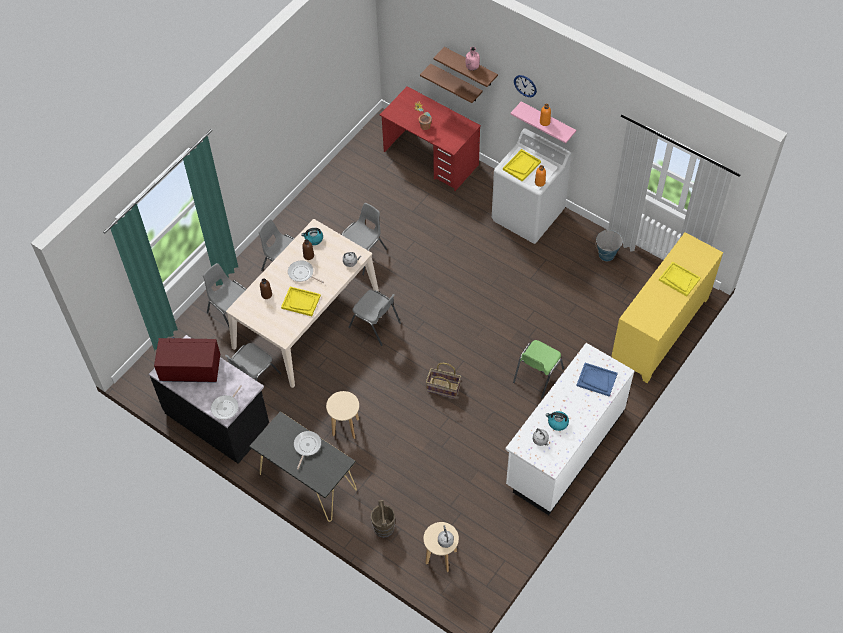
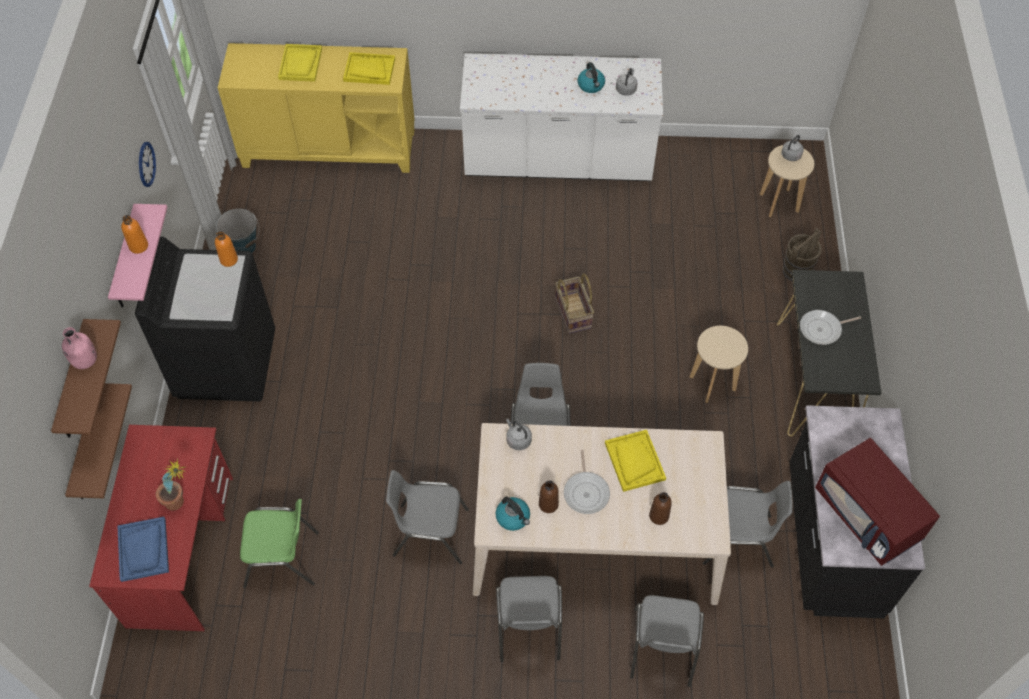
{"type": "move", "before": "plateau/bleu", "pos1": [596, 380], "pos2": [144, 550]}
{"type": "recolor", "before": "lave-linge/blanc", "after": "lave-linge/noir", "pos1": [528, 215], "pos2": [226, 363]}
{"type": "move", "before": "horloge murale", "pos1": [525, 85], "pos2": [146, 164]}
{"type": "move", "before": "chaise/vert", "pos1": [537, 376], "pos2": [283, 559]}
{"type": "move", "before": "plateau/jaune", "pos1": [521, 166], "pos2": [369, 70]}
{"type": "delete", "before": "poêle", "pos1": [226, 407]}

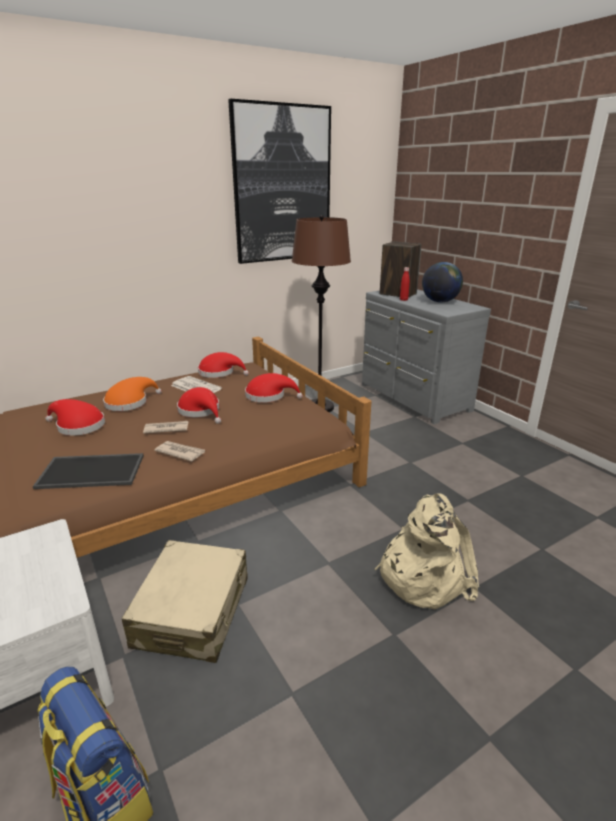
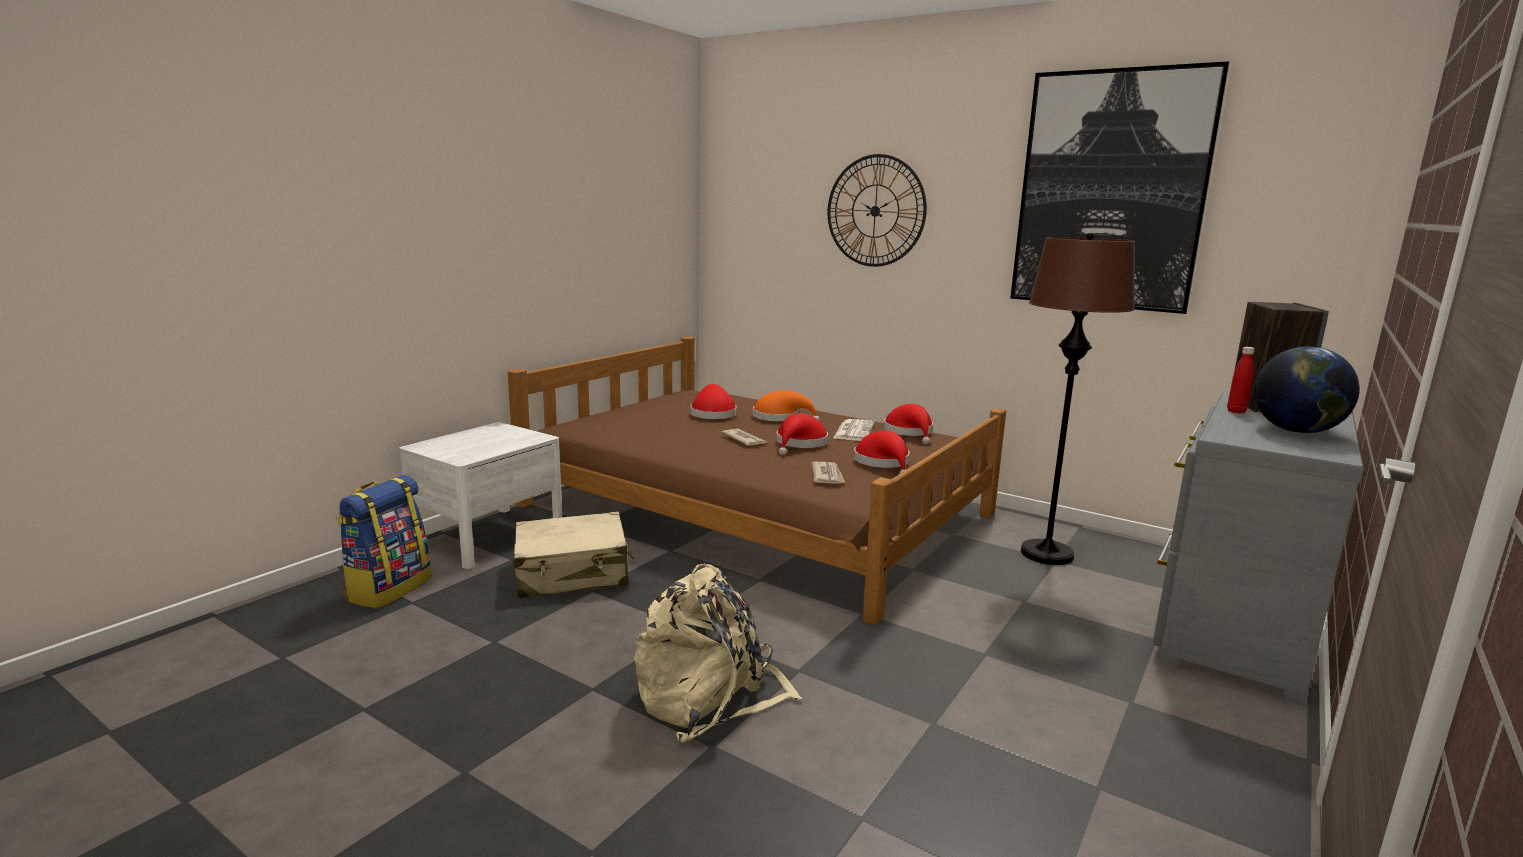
{"type": "move", "before": "journal", "pos1": [180, 452], "pos2": [827, 476]}
{"type": "insert", "after": "horloge murale", "pos2": [875, 211]}
{"type": "delete", "before": "plateau", "pos1": [93, 470]}

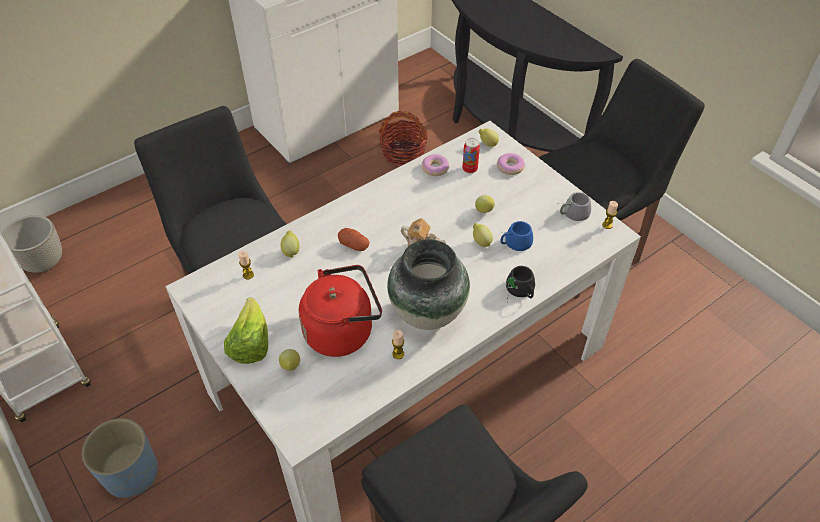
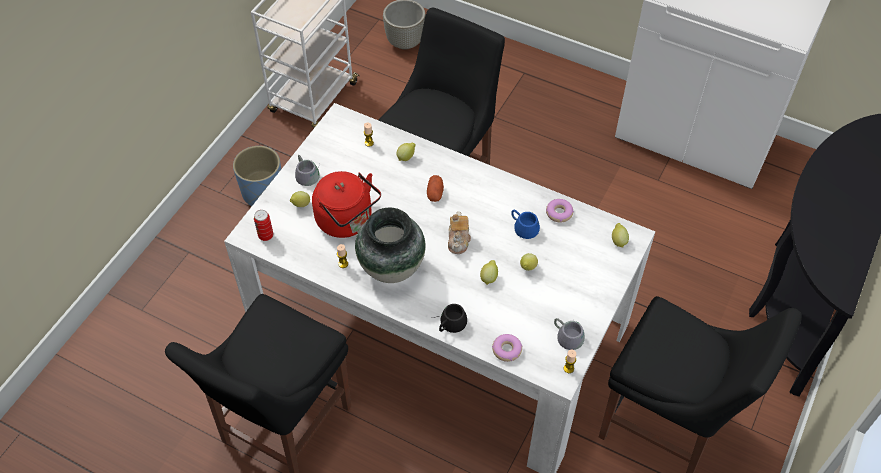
{"type": "move", "before": "boîte métallique", "pos1": [469, 169], "pos2": [266, 236]}
{"type": "replace", "before": "laitue", "after": "mug/gris", "pos1": [251, 344], "pos2": [308, 174]}
{"type": "move", "before": "beignet", "pos1": [510, 167], "pos2": [507, 350]}
{"type": "move", "before": "mug/bleu", "pos1": [513, 241], "pos2": [525, 226]}
{"type": "delete", "before": "panier", "pos1": [403, 152]}

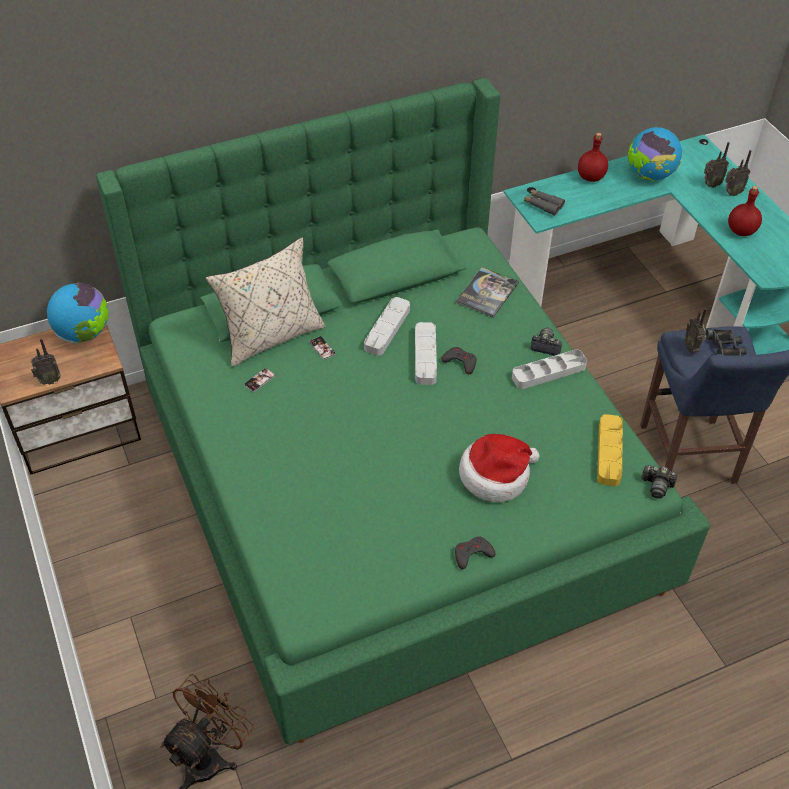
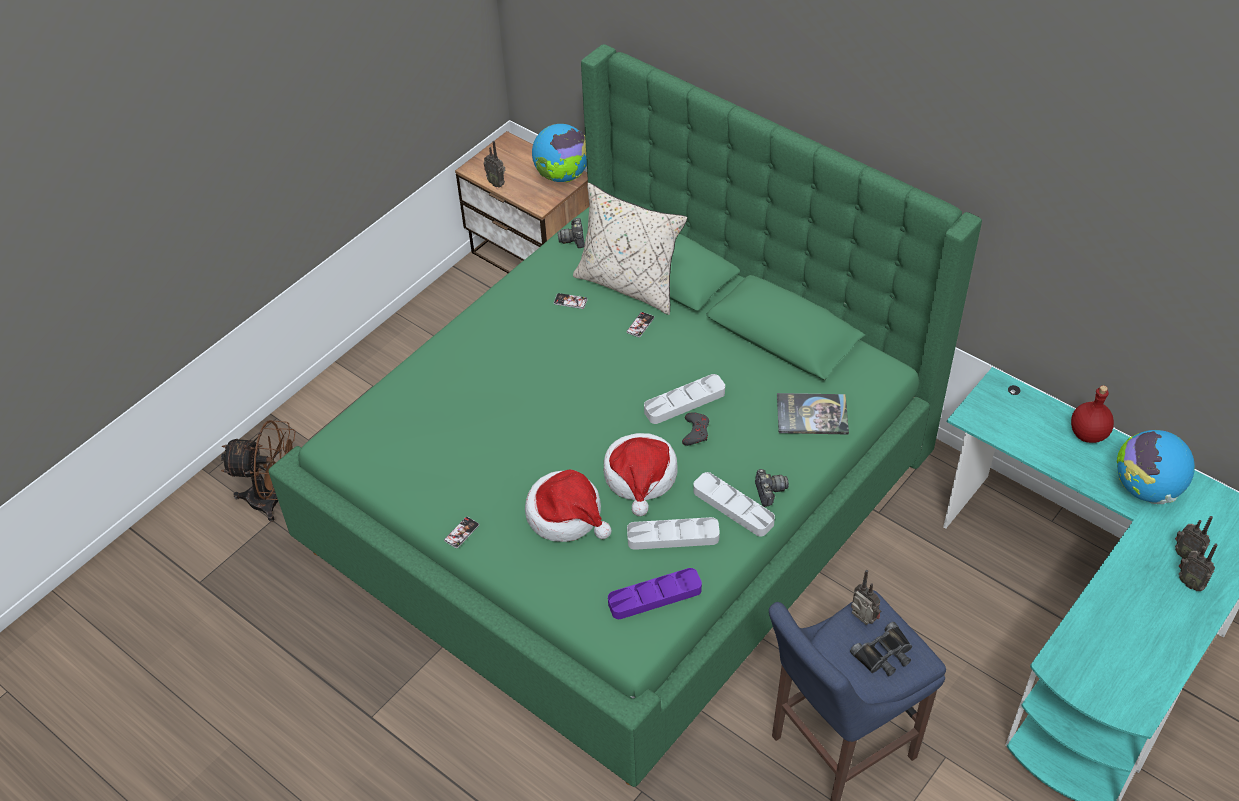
{"type": "replace", "before": "manette/gris", "after": "téléphone", "pos1": [472, 554], "pos2": [461, 533]}
{"type": "move", "before": "appareil photo", "pos1": [657, 486], "pos2": [573, 239]}
{"type": "insert", "after": "chapeau", "pos2": [640, 477]}
{"type": "recolor", "before": "plateau/jaune", "after": "plateau/violet", "pos1": [609, 452], "pos2": [655, 596]}
{"type": "move", "before": "plateau/gris", "pos1": [387, 329], "pos2": [673, 537]}
{"type": "rotate", "before": "radio", "pos1": [692, 347], "pos2": [862, 621], "turn": 90}
{"type": "delete", "before": "jumelles/gris", "pos1": [543, 205]}
{"type": "delete", "before": "bouteille/rouge", "pos1": [741, 230]}

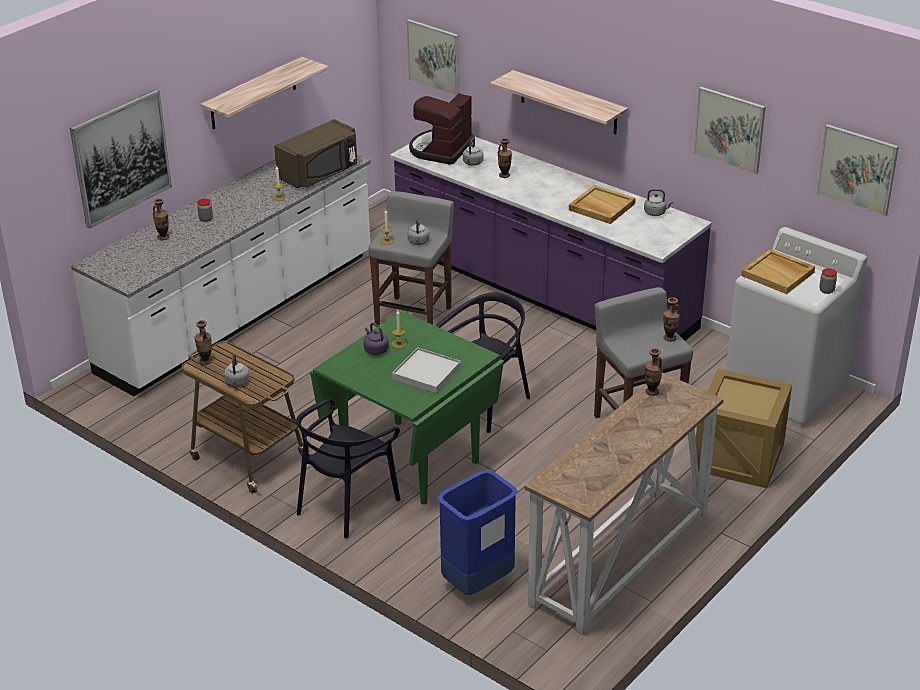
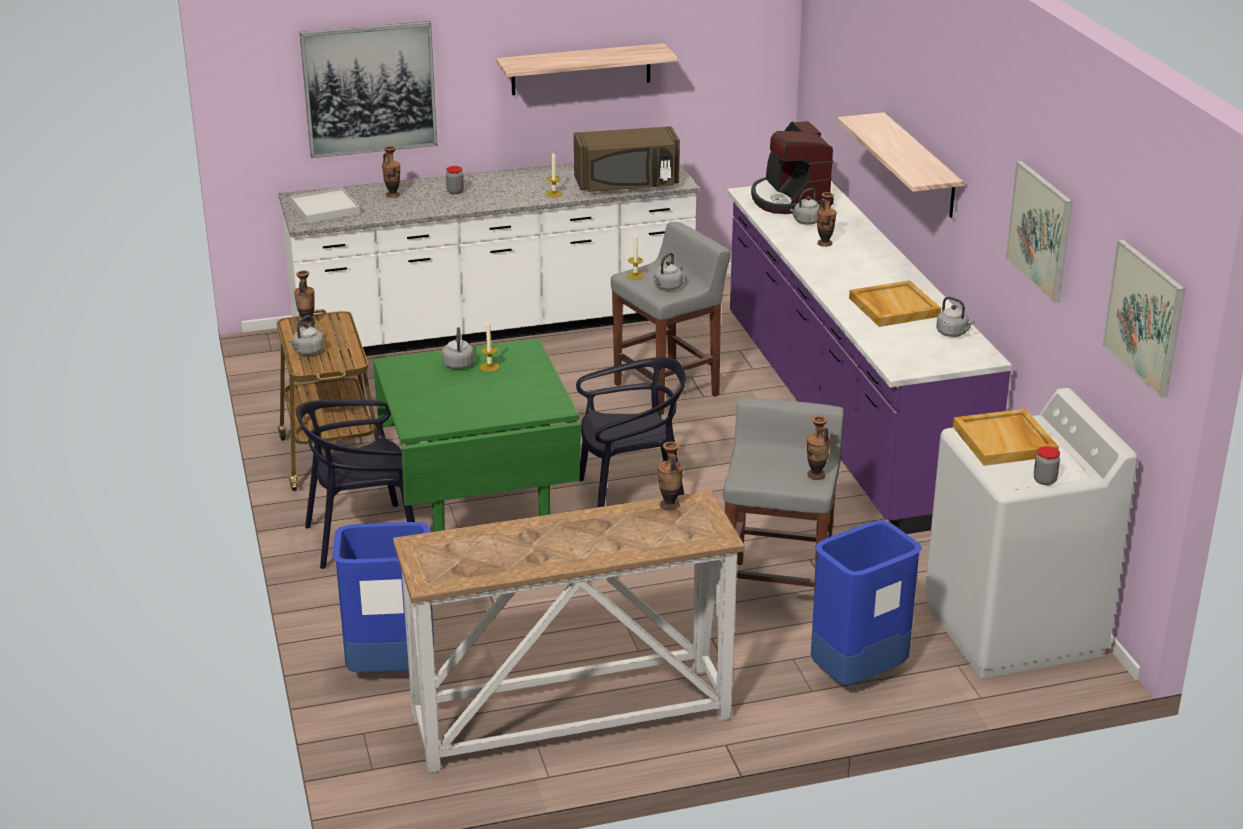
{"type": "move", "before": "plateau/blanc", "pos1": [426, 373], "pos2": [325, 209]}
{"type": "recolor", "before": "bouilloire/violet", "after": "bouilloire/gris", "pos1": [375, 350], "pos2": [458, 364]}
{"type": "rotate", "before": "machine à café", "pos1": [441, 149], "pos2": [790, 199], "turn": -75}
{"type": "replace", "before": "caisse", "after": "poubelle/bleu", "pos1": [739, 456], "pos2": [857, 674]}
{"type": "delete", "before": "tableau", "pos1": [434, 57]}

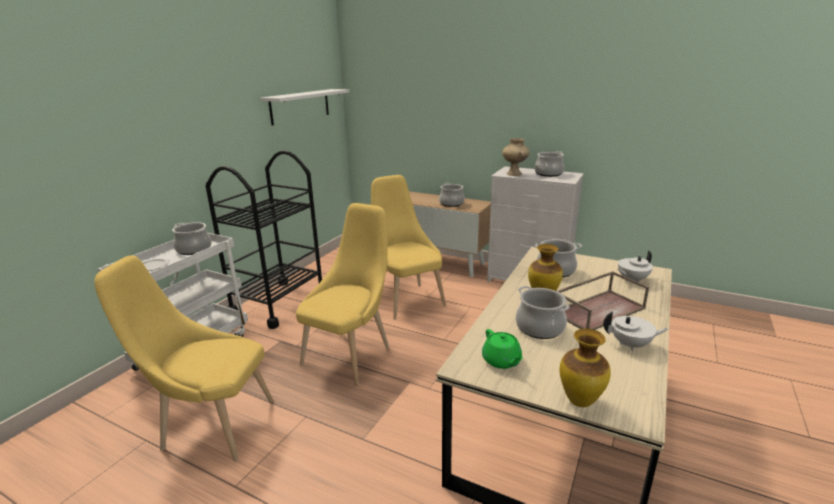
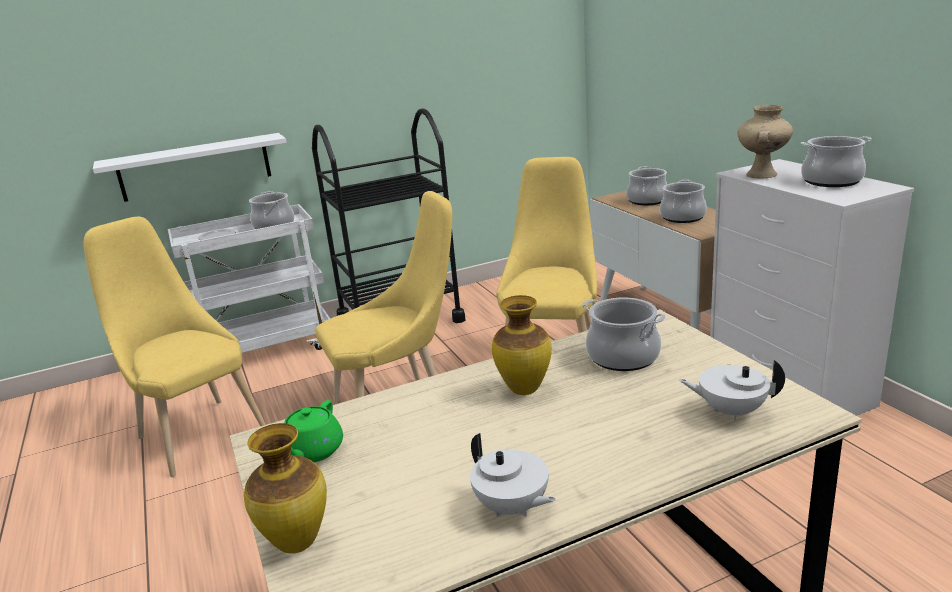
{"type": "move", "before": "étagère/blanc", "pos1": [300, 106], "pos2": [195, 167]}
{"type": "move", "before": "marmite", "pos1": [540, 328], "pos2": [647, 200]}
{"type": "delete", "before": "plateau/marron", "pos1": [598, 309]}

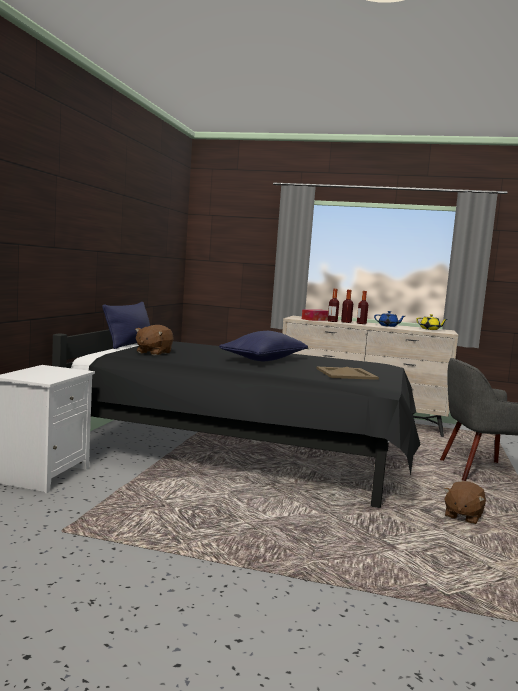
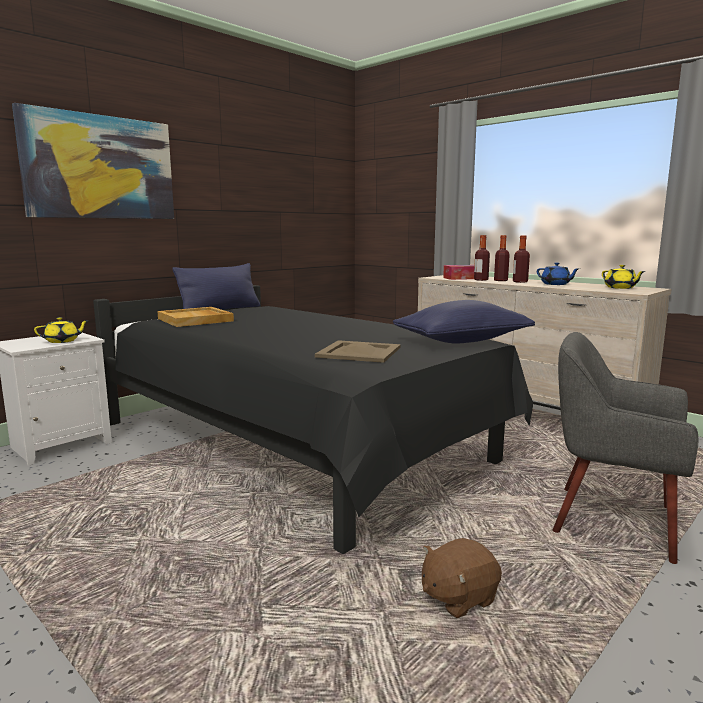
{"type": "insert", "after": "tableau", "pos2": [100, 167]}
{"type": "insert", "after": "théière/jaune", "pos2": [63, 341]}
{"type": "replace", "before": "peluche/marron", "after": "plateau/beige", "pos1": [153, 353], "pos2": [196, 320]}
{"type": "move", "before": "coussin/bleu", "pos1": [264, 360], "pos2": [462, 341]}

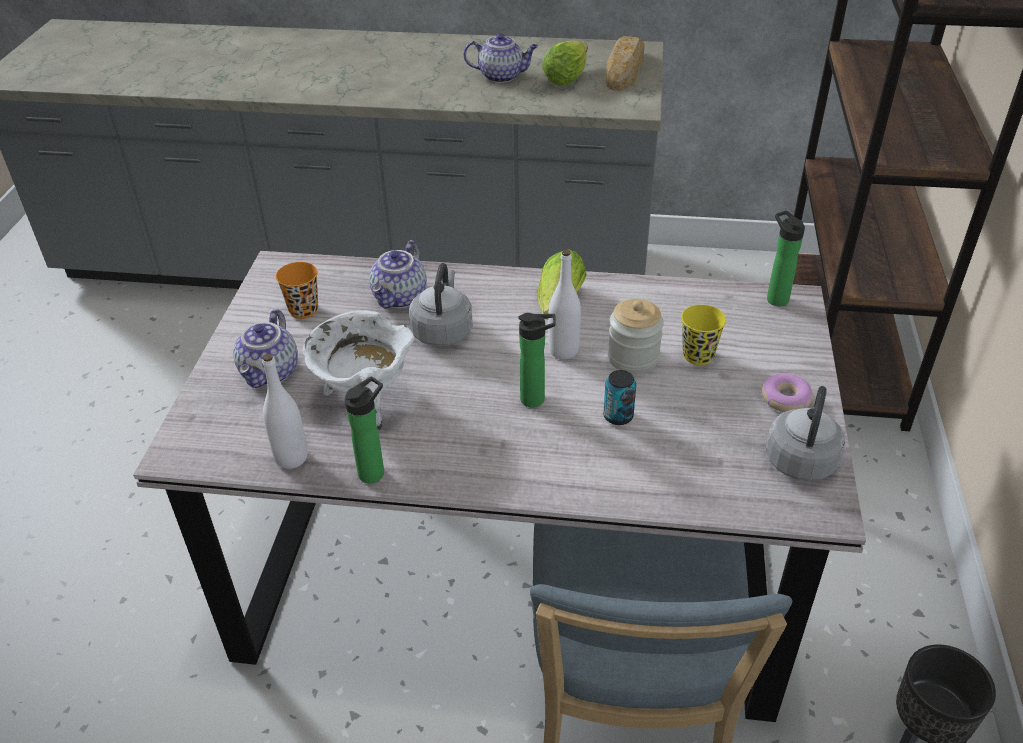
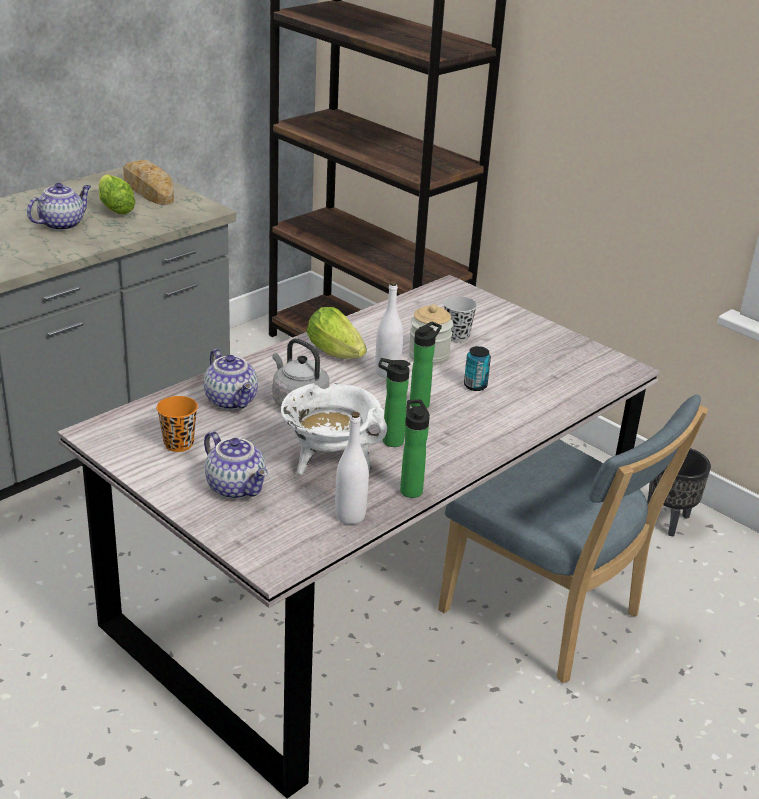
{"type": "move", "before": "bouteille", "pos1": [775, 298], "pos2": [389, 441]}
{"type": "recolor", "before": "tasse/jaune", "after": "tasse/noir", "pos1": [698, 355], "pos2": [457, 337]}
{"type": "delete", "before": "beignet", "pos1": [785, 398]}
{"type": "delete", "before": "bouilloire/gris", "pos1": [801, 458]}

